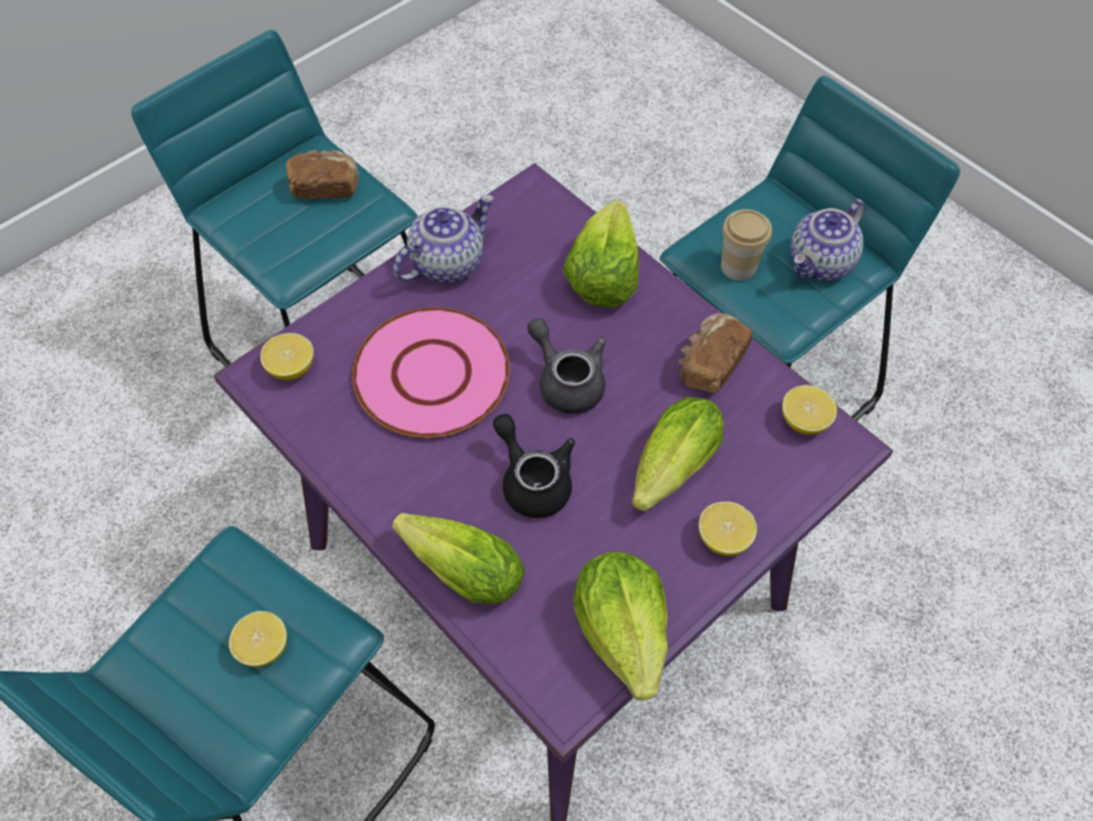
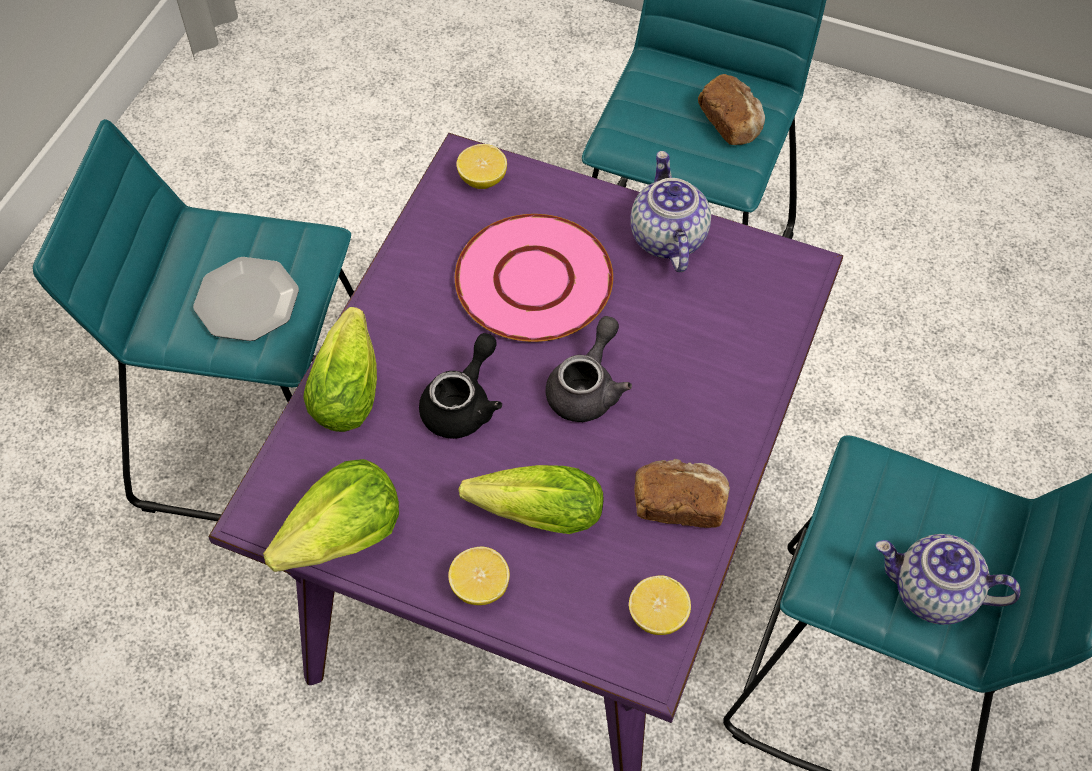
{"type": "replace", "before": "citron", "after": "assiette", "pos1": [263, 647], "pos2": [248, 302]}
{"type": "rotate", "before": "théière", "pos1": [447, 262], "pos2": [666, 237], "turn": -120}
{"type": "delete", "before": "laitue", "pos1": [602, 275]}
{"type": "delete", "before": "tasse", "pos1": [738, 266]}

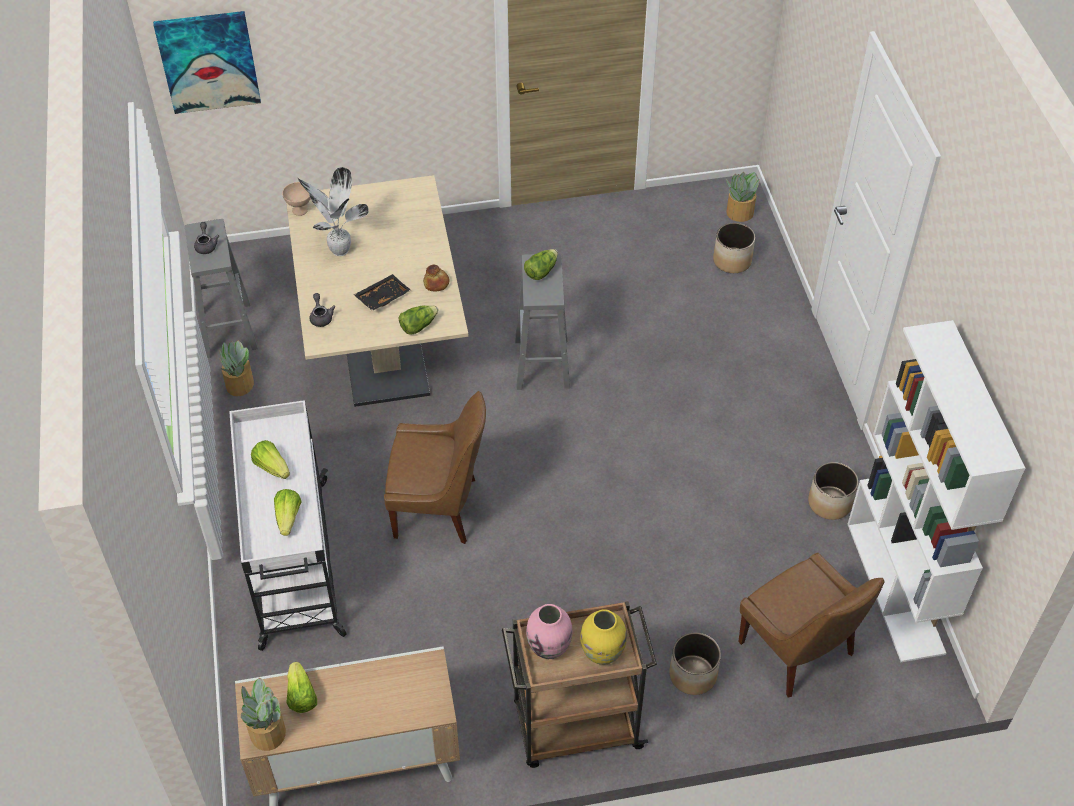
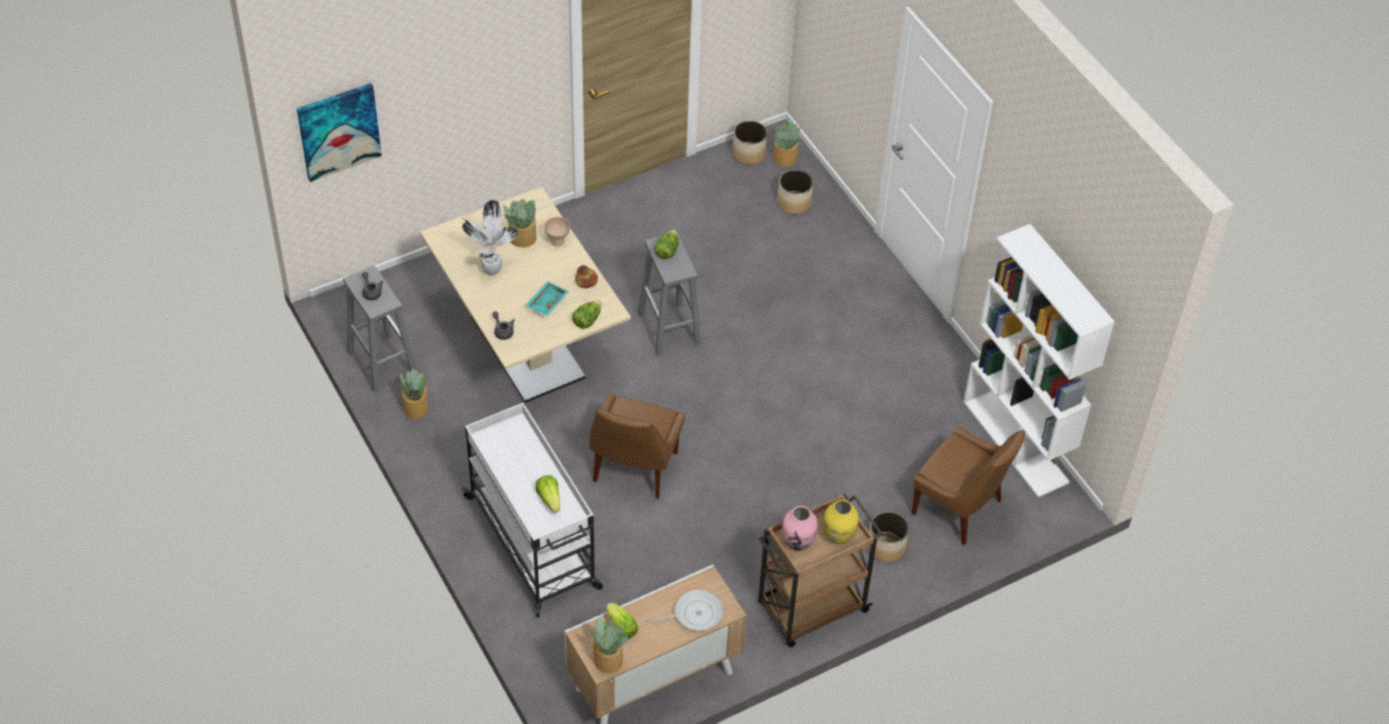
{"type": "insert", "after": "plante en pot", "pos2": [522, 238]}
{"type": "recolor", "before": "plateau/noir", "after": "plateau/turquoise", "pos1": [382, 297], "pos2": [546, 302]}
{"type": "move", "before": "bol/beige", "pos1": [299, 211], "pos2": [557, 242]}
{"type": "rotate", "before": "chaise/marron", "pos1": [439, 508], "pos2": [633, 469], "turn": 120}
{"type": "insert", "after": "poêle", "pos2": [695, 614]}
{"type": "move", "before": "cache-pot", "pos1": [829, 503], "pos2": [748, 154]}
{"type": "delete", "before": "laitue", "pos1": [272, 467]}

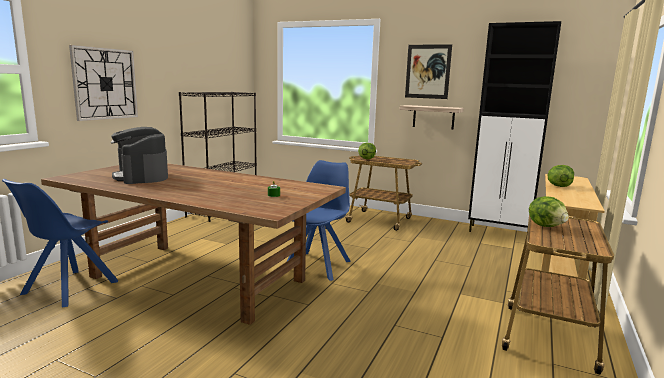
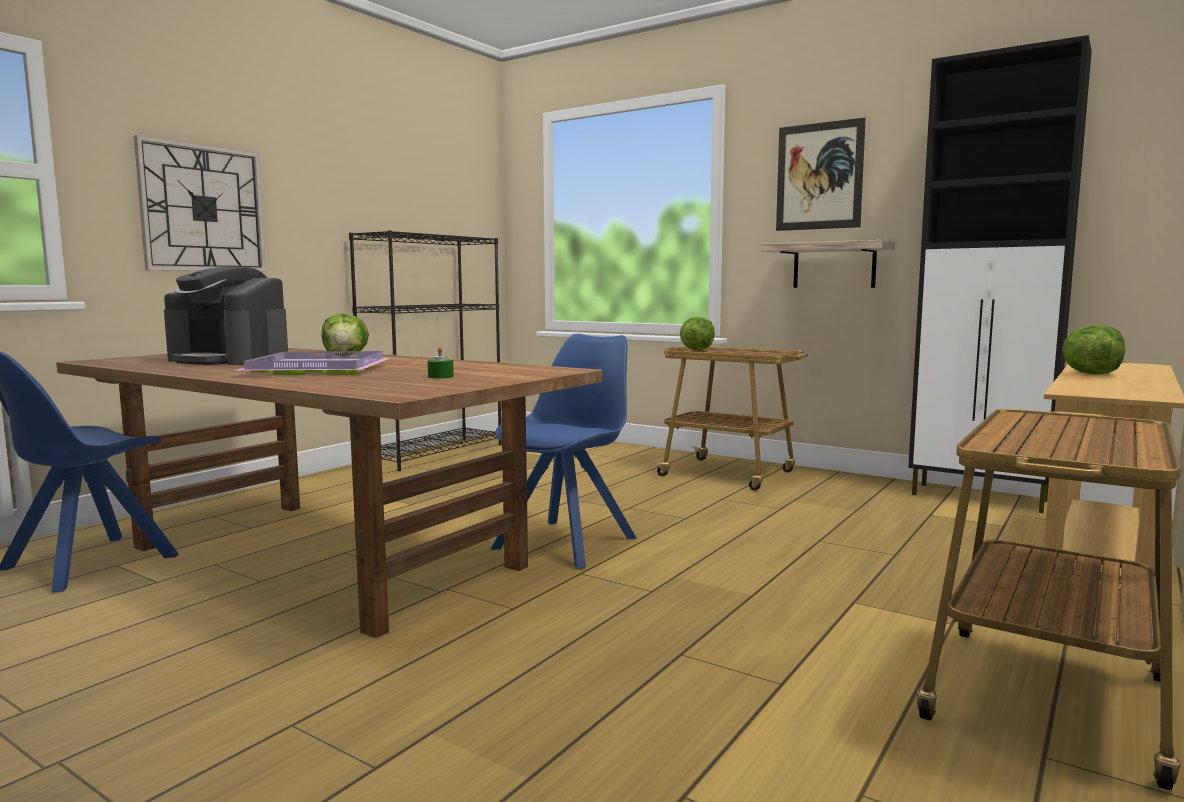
{"type": "rotate", "before": "machine à café", "pos1": [141, 177], "pos2": [230, 360], "turn": -45}
{"type": "insert", "after": "plateau/violet", "pos2": [320, 369]}
{"type": "move", "before": "laitue", "pos1": [546, 226], "pos2": [345, 356]}

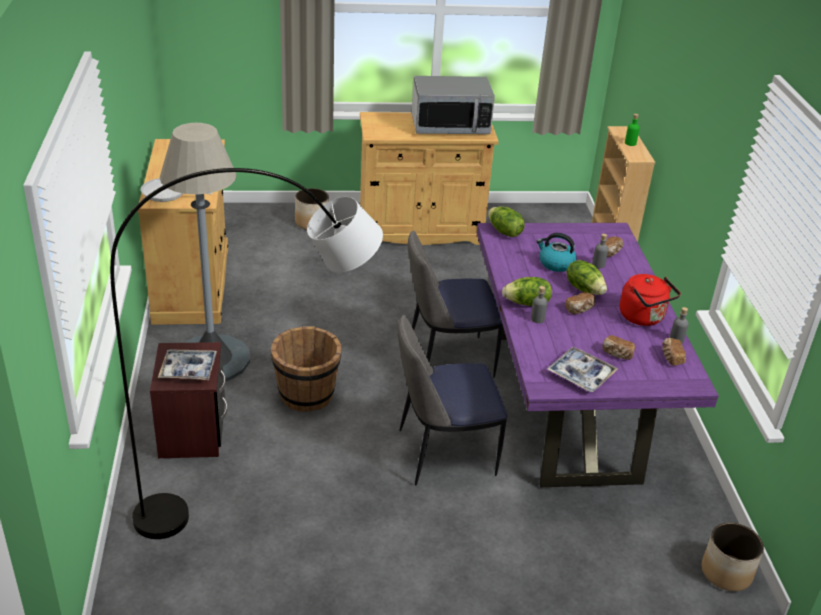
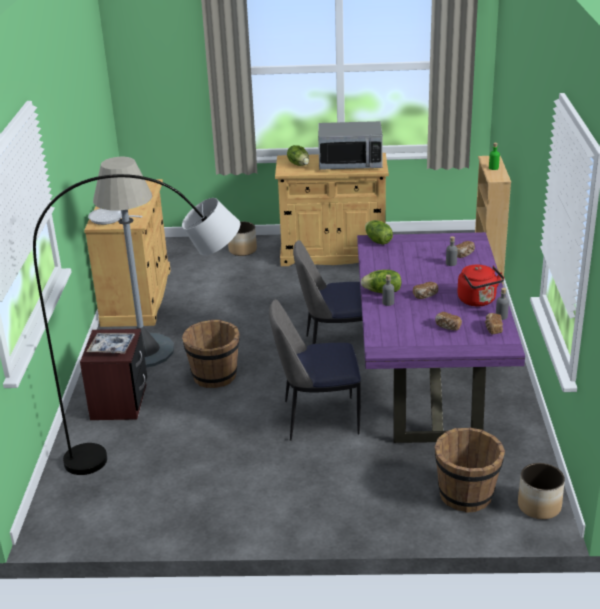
{"type": "move", "before": "laitue", "pos1": [584, 289], "pos2": [299, 164]}
{"type": "insert", "after": "seau/marron", "pos2": [466, 495]}
{"type": "delete", "before": "bouilloire", "pos1": [555, 264]}
{"type": "delete", "before": "plateau", "pos1": [581, 375]}

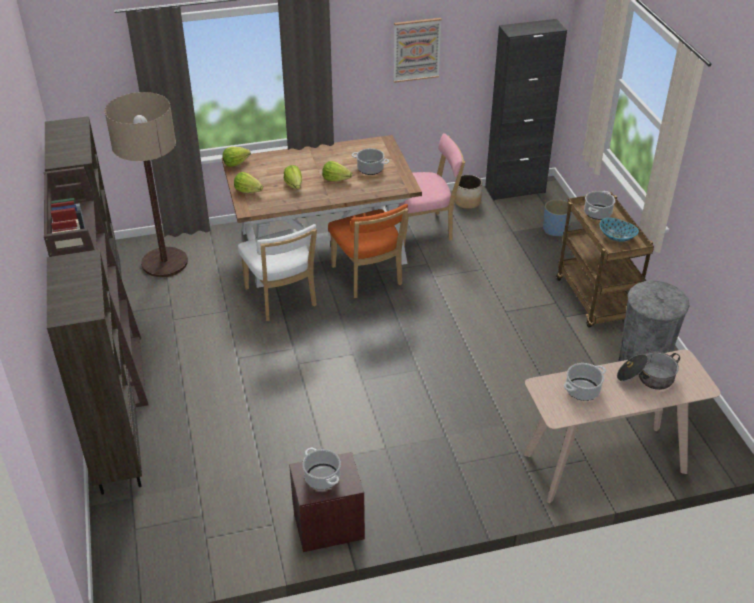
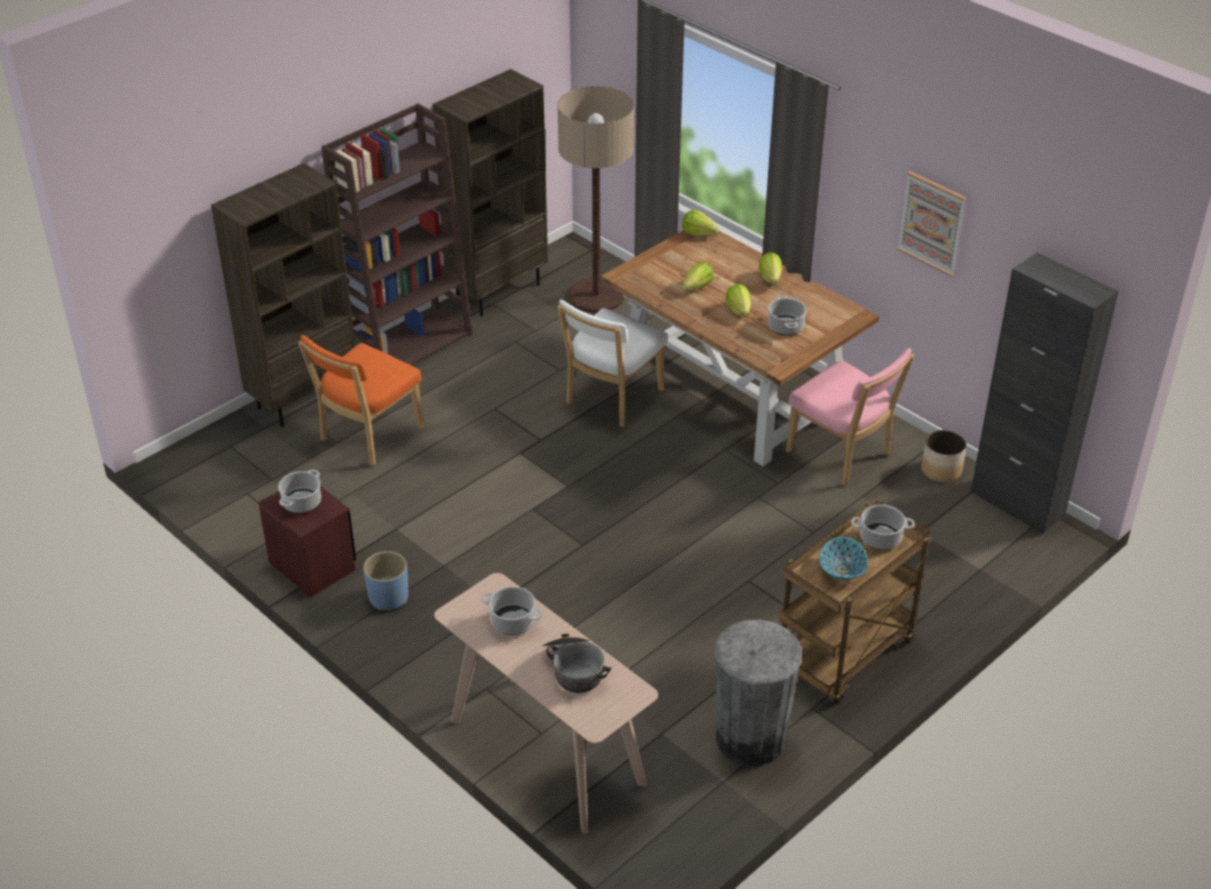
{"type": "move", "before": "chaise/orange", "pos1": [368, 278], "pos2": [368, 436]}
{"type": "move", "before": "cache-pot/bleu", "pos1": [555, 229], "pos2": [389, 597]}
{"type": "move", "before": "laitue", "pos1": [248, 191], "pos2": [770, 278]}

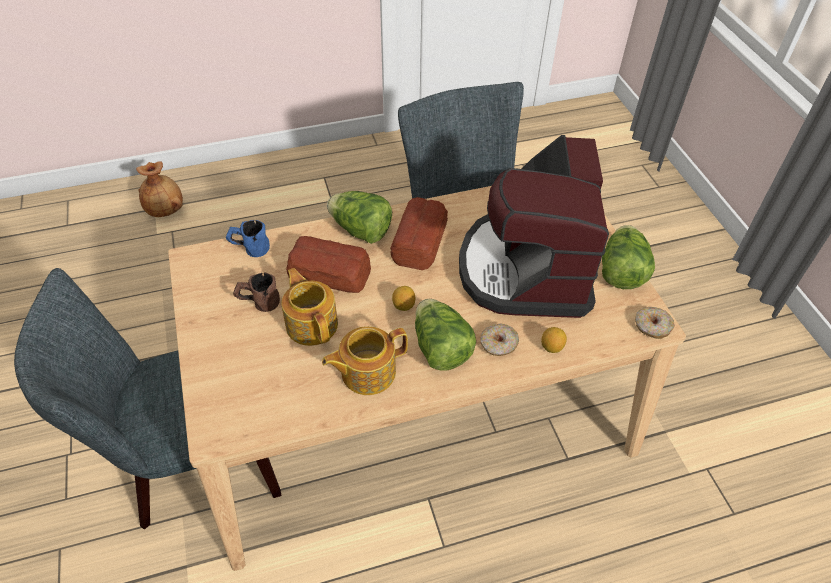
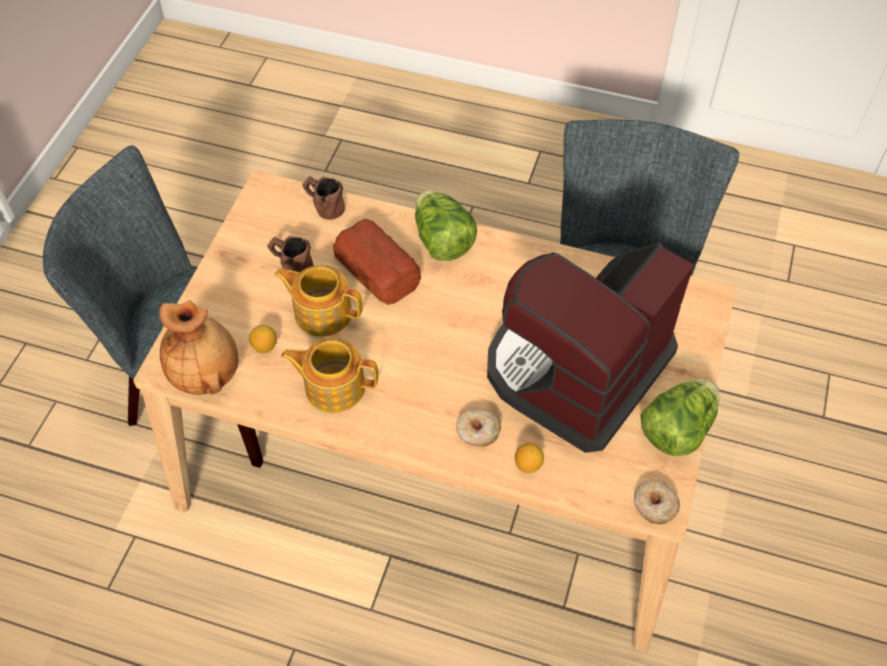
{"type": "move", "before": "vase/marron", "pos1": [166, 210], "pos2": [206, 373]}
{"type": "move", "before": "citron", "pos1": [403, 305], "pos2": [264, 346]}
{"type": "rotate", "before": "théière", "pos1": [312, 323], "pos2": [322, 312], "turn": -75}
{"type": "recolor", "before": "mug/bleu", "after": "mug/marron", "pos1": [249, 249], "pos2": [323, 206]}
{"type": "delete", "before": "pain", "pos1": [420, 240]}
{"type": "delete", "before": "laitue", "pos1": [440, 348]}

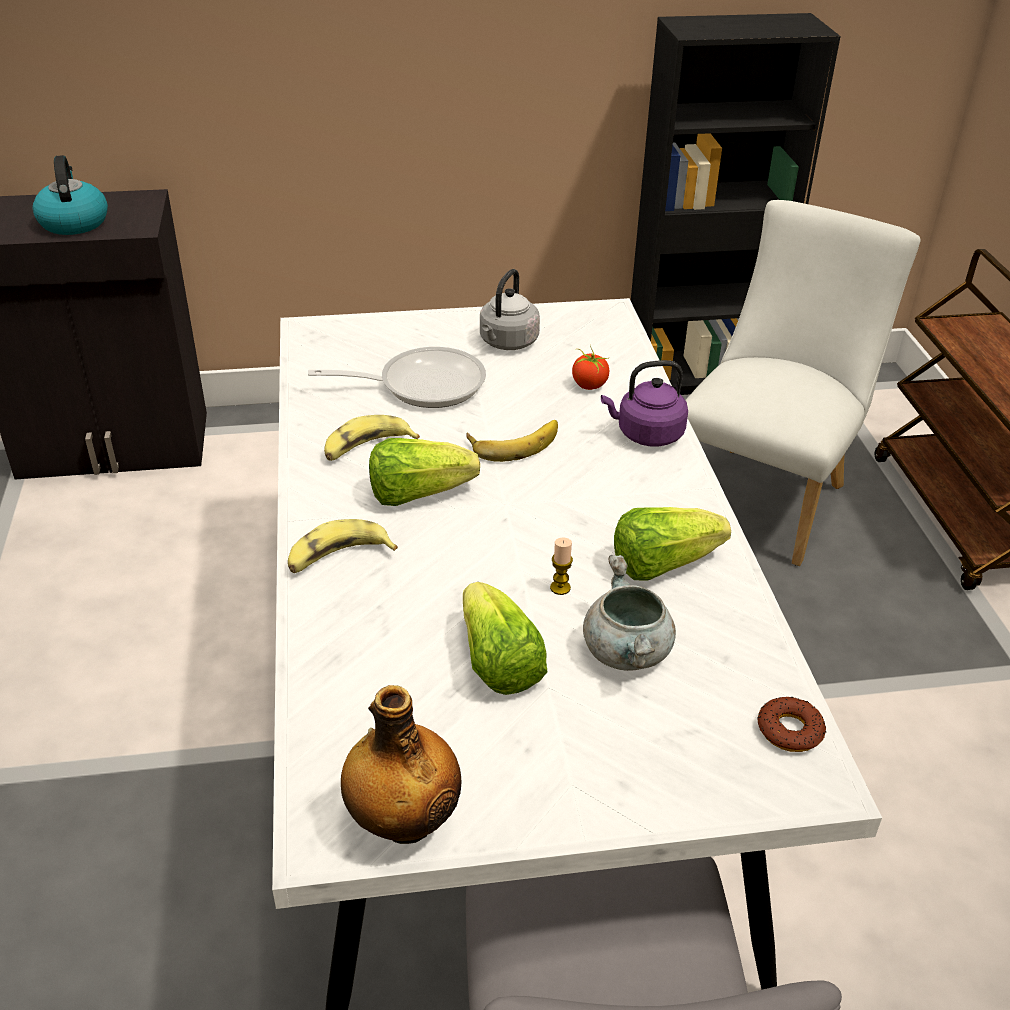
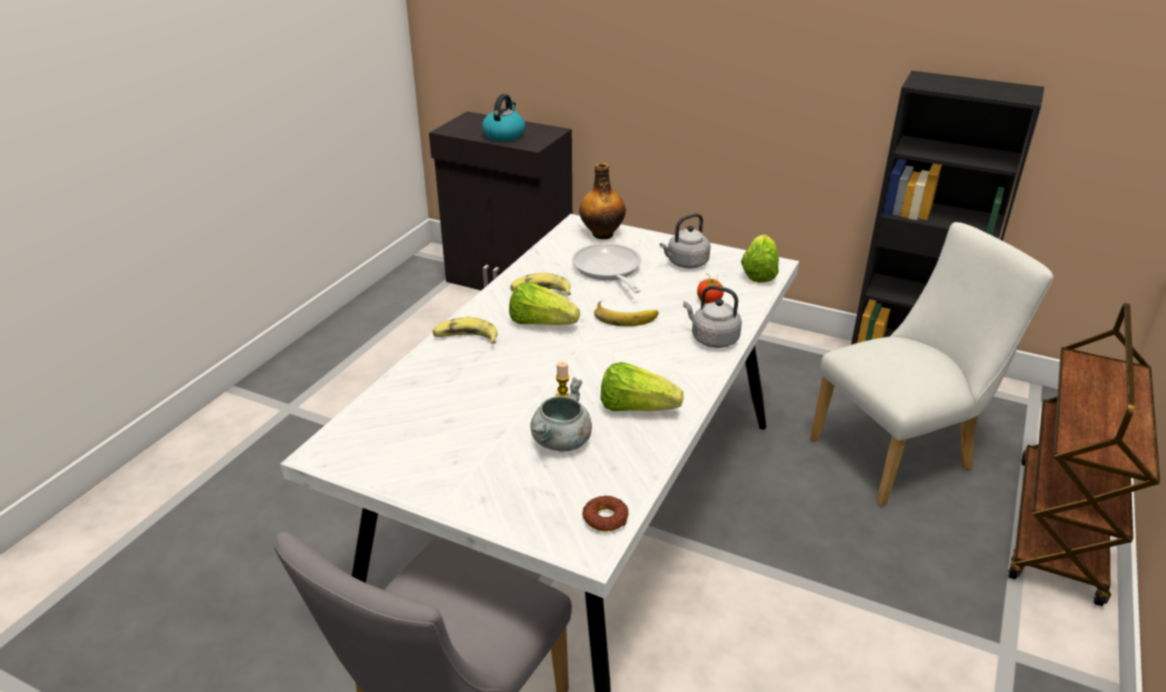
{"type": "rotate", "before": "poêle", "pos1": [422, 384], "pos2": [608, 270], "turn": -135}
{"type": "move", "before": "bouteille", "pos1": [404, 821], "pos2": [602, 234]}
{"type": "recolor", "before": "bouilloire/violet", "after": "bouilloire/gris", "pos1": [646, 434], "pos2": [712, 339]}
{"type": "move", "before": "laitue", "pos1": [498, 663], "pos2": [759, 272]}

